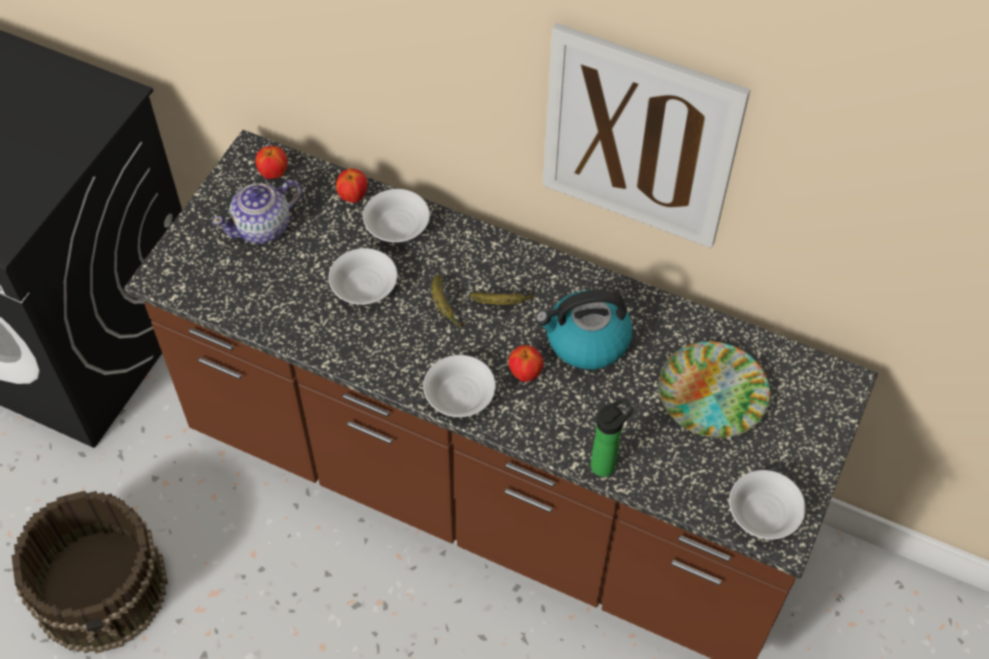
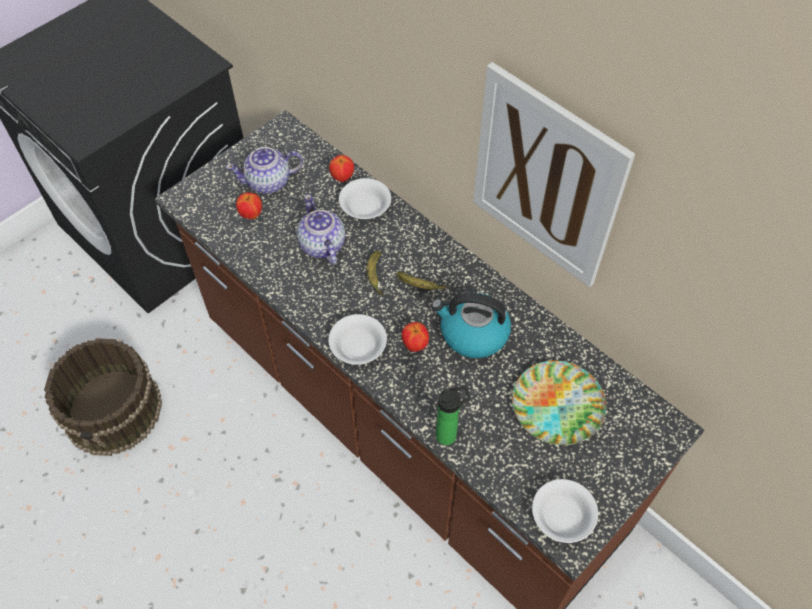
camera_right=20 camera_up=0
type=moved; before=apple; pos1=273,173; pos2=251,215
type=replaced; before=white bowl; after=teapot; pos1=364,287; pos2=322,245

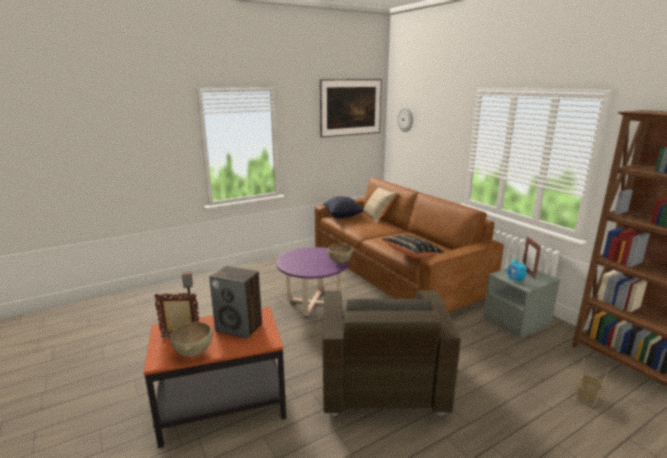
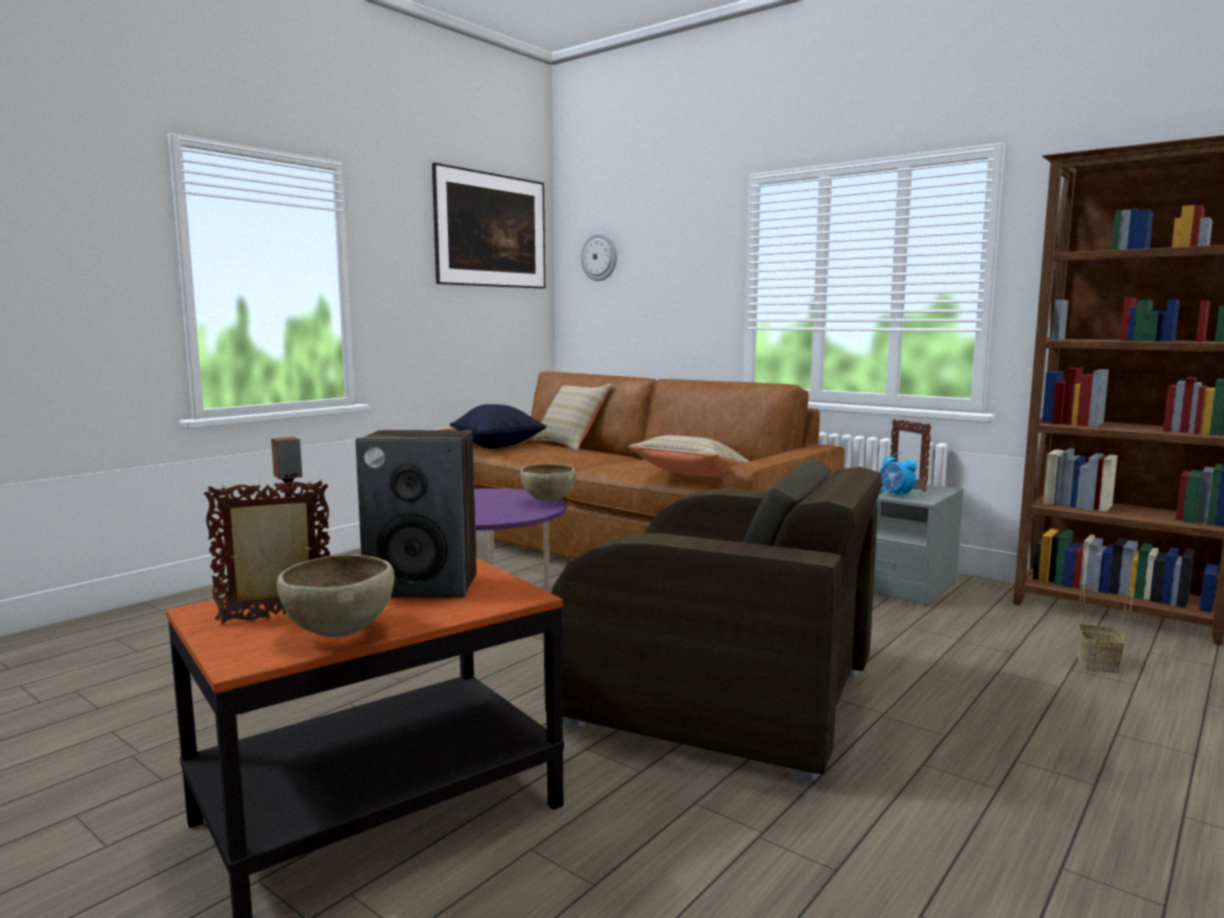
camera_right=-20 camera_up=-10
type=turned; before=brown armchair; pos1=380,378; pos2=721,700; turn=-45
type=recoloured; before=black pillow; after=beige pillow; pos1=412,255; pos2=692,477

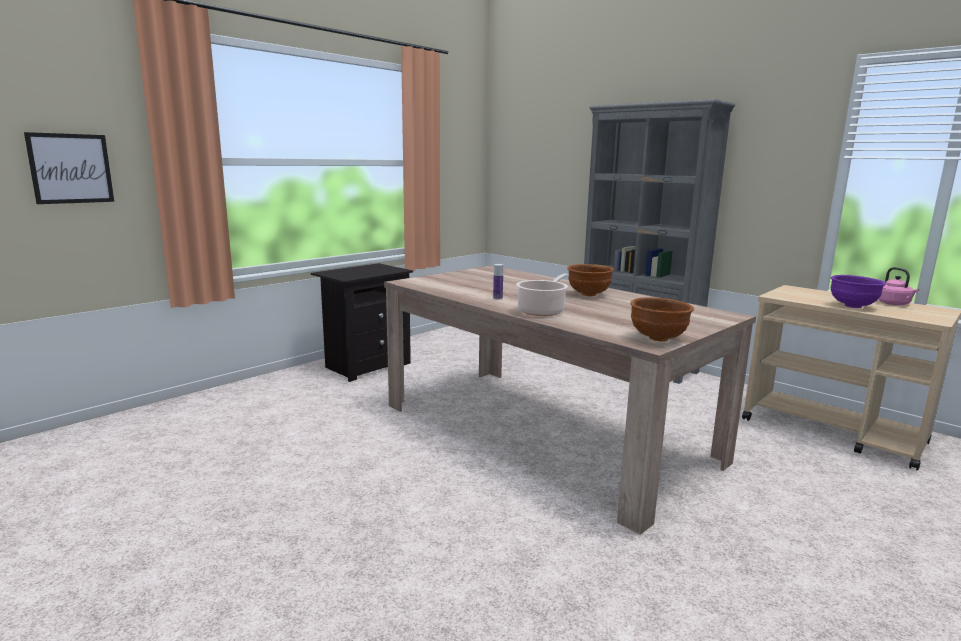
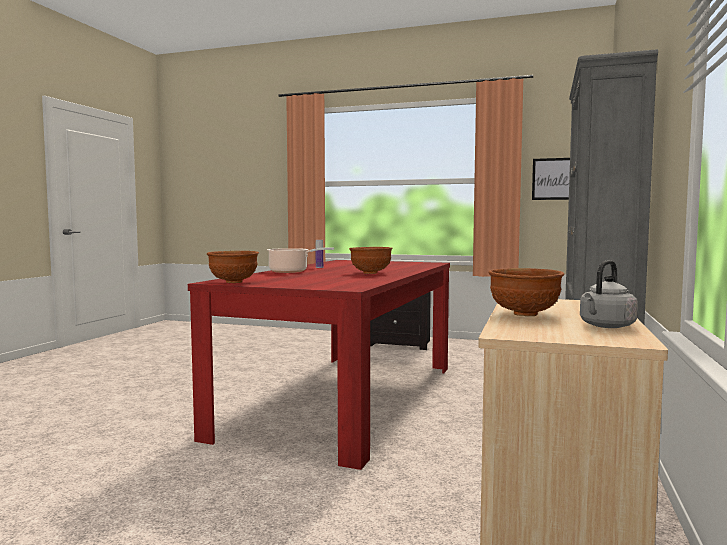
camera_right=65 camera_up=-10
type=moved; before=picture; pos1=71,168; pos2=553,179
type=recoloured; before=beige dining table; after=red dining table; pos1=544,432; pos2=345,398
type=recoloured; before=purple bowl; after=brown bowl; pos1=853,306; pos2=524,314
type=recoloured; before=pink kettle; after=grey kettle; pos1=894,304; pos2=605,326

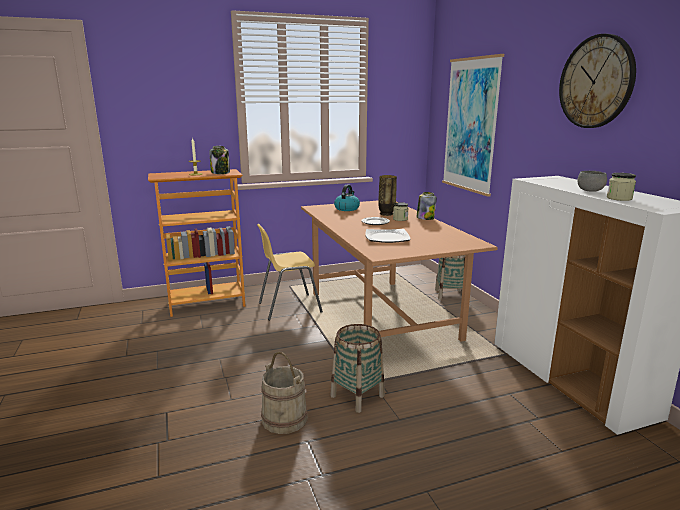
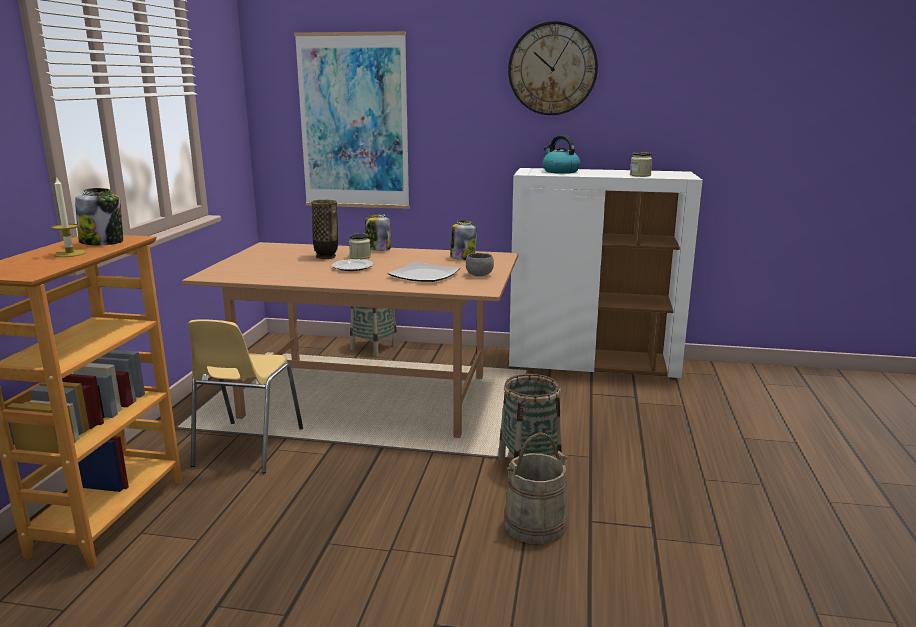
camera_right=-60 camera_up=0
type=moved; before=kettle; pos1=347,208; pos2=560,171
type=moved; before=grey bowl; pos1=590,191; pos2=479,275
type=added; after=jar; pos2=462,258

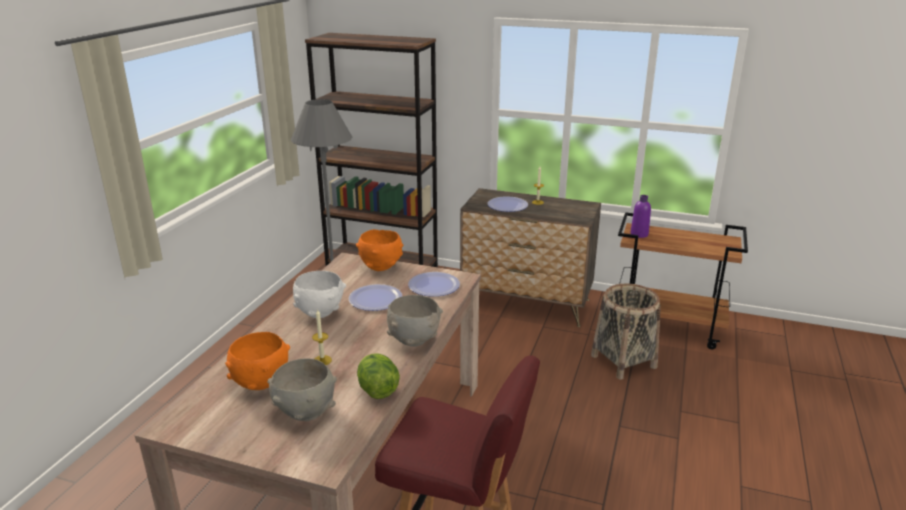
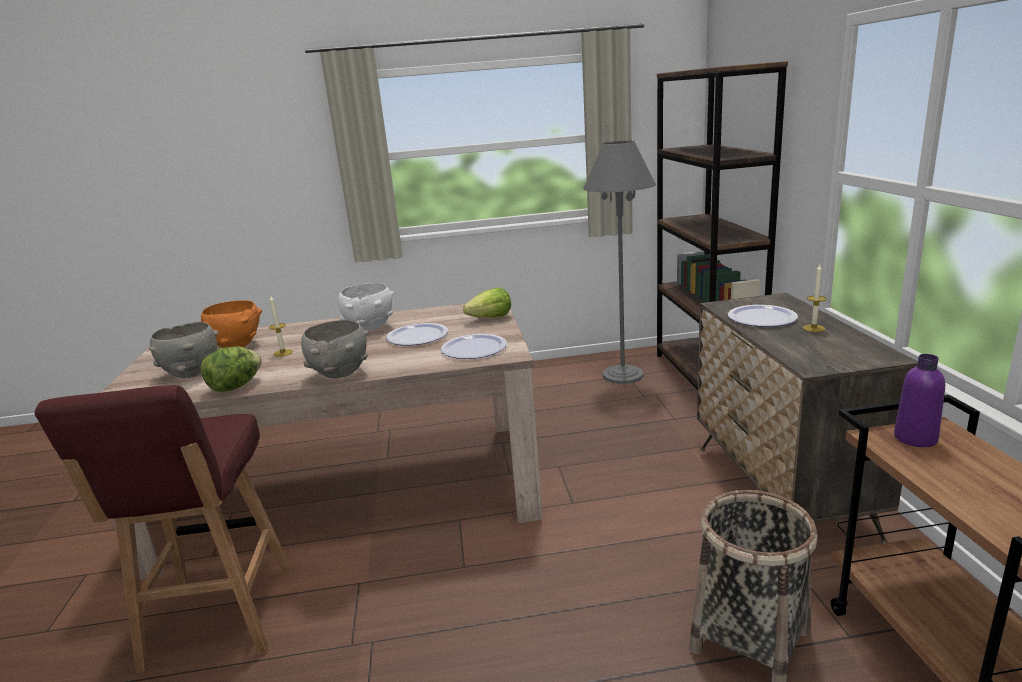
camera_right=65 camera_up=-5
type=replaced; before=orange bowl; after=lettuce; pos1=381,267; pos2=491,318

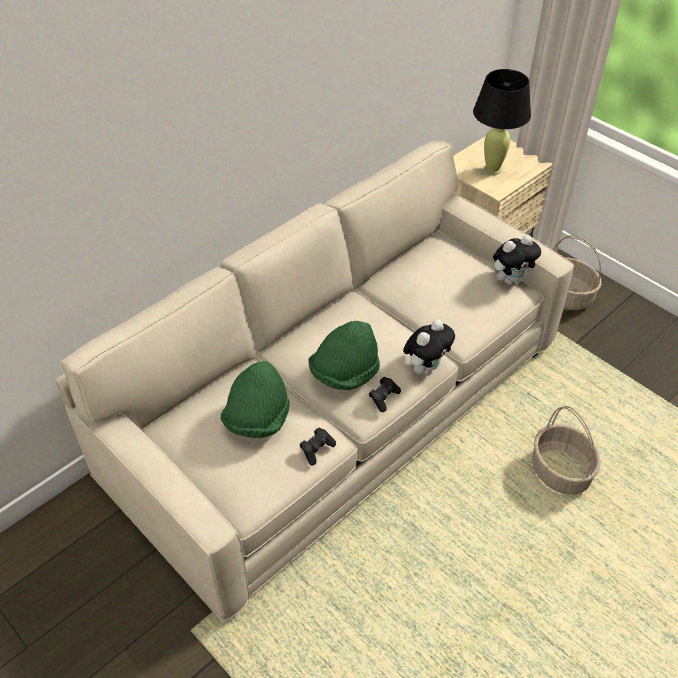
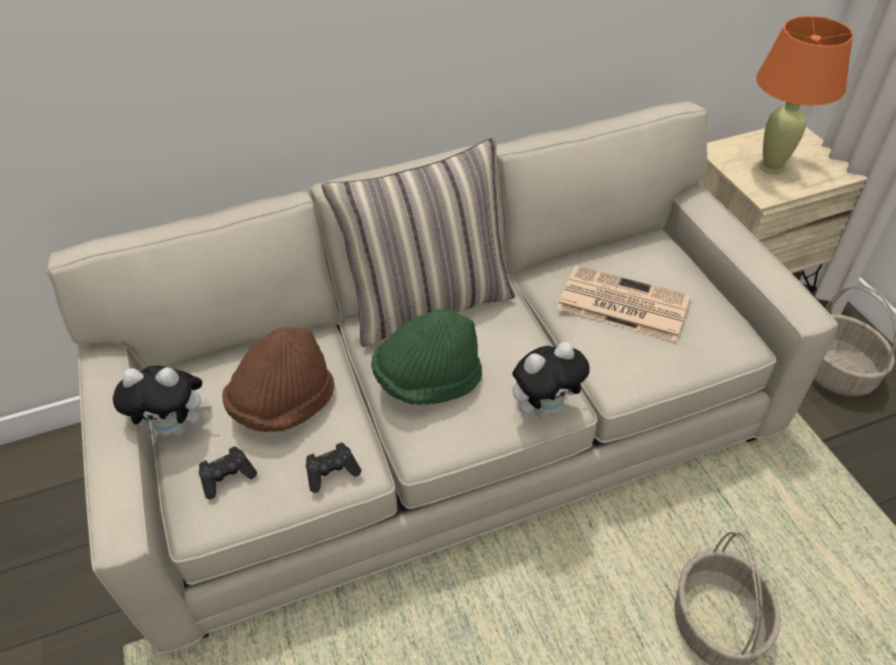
camera_right=25 camera_up=0
type=recoloured; before=green hat; after=brown hat; pos1=258,419; pos2=284,404
type=moved; before=black game controller; pos1=384,398; pos2=228,477
type=recoloured; before=black table lamp; after=orange table lamp; pos1=492,169; pos2=772,167
type=moved; before=plush toy; pos1=511,280; pos2=178,427
type=added; after=pillow; pos2=430,303
type=added; after=newspaper; pos2=621,304

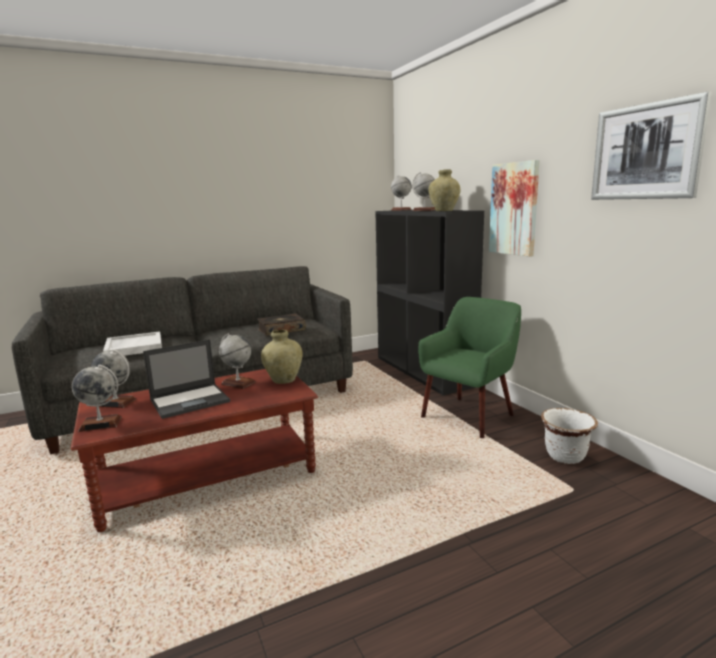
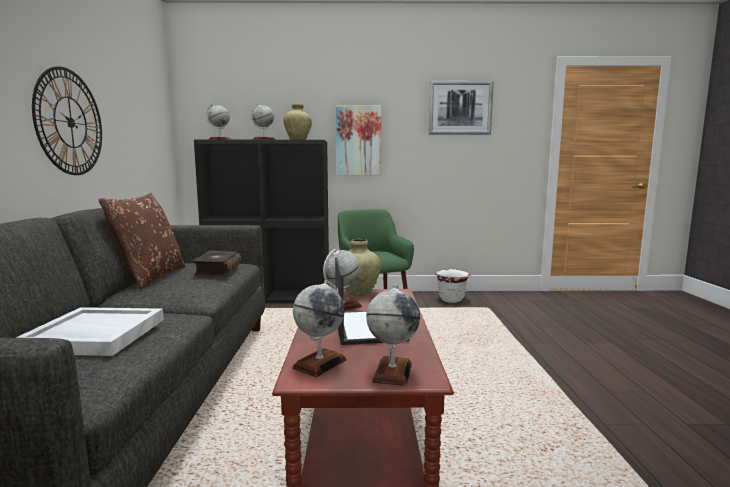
camera_right=-65 camera_up=-5
type=added; after=wall clock; pos2=70,122
type=added; after=brown pillow; pos2=150,277

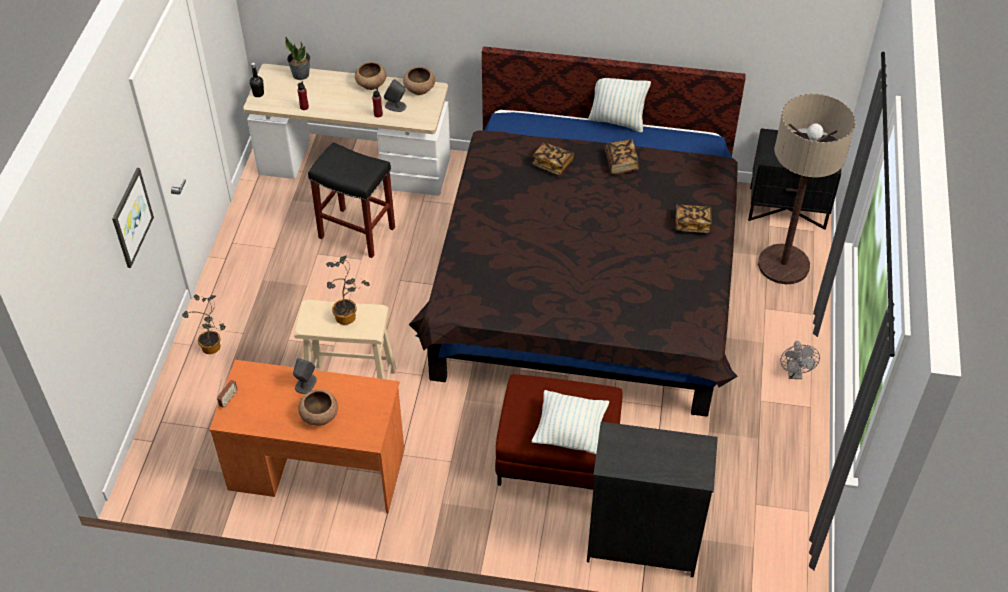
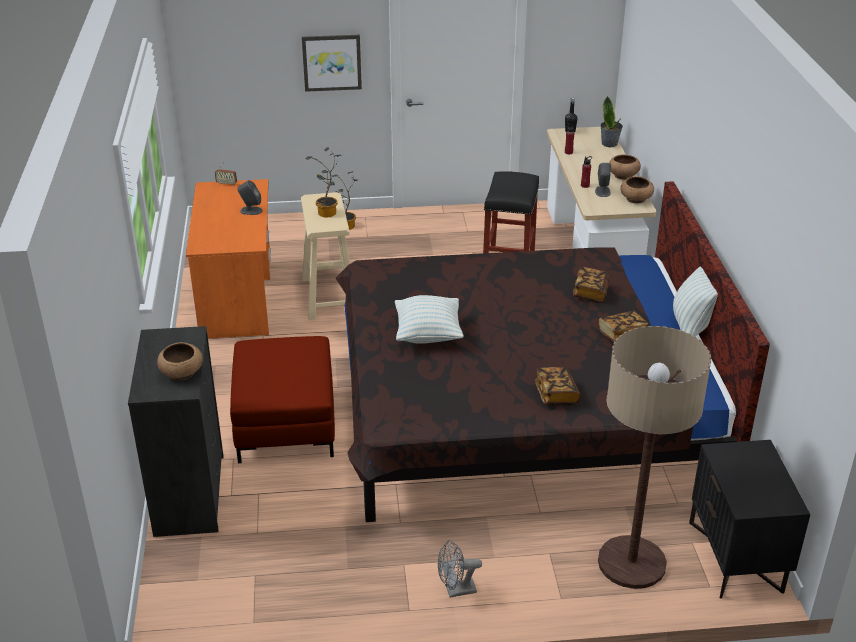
camera_right=75 camera_up=-15
type=moved; before=brown bowl; pos1=320,415; pos2=182,373
type=moved; before=pillow; pos1=570,432; pos2=428,334

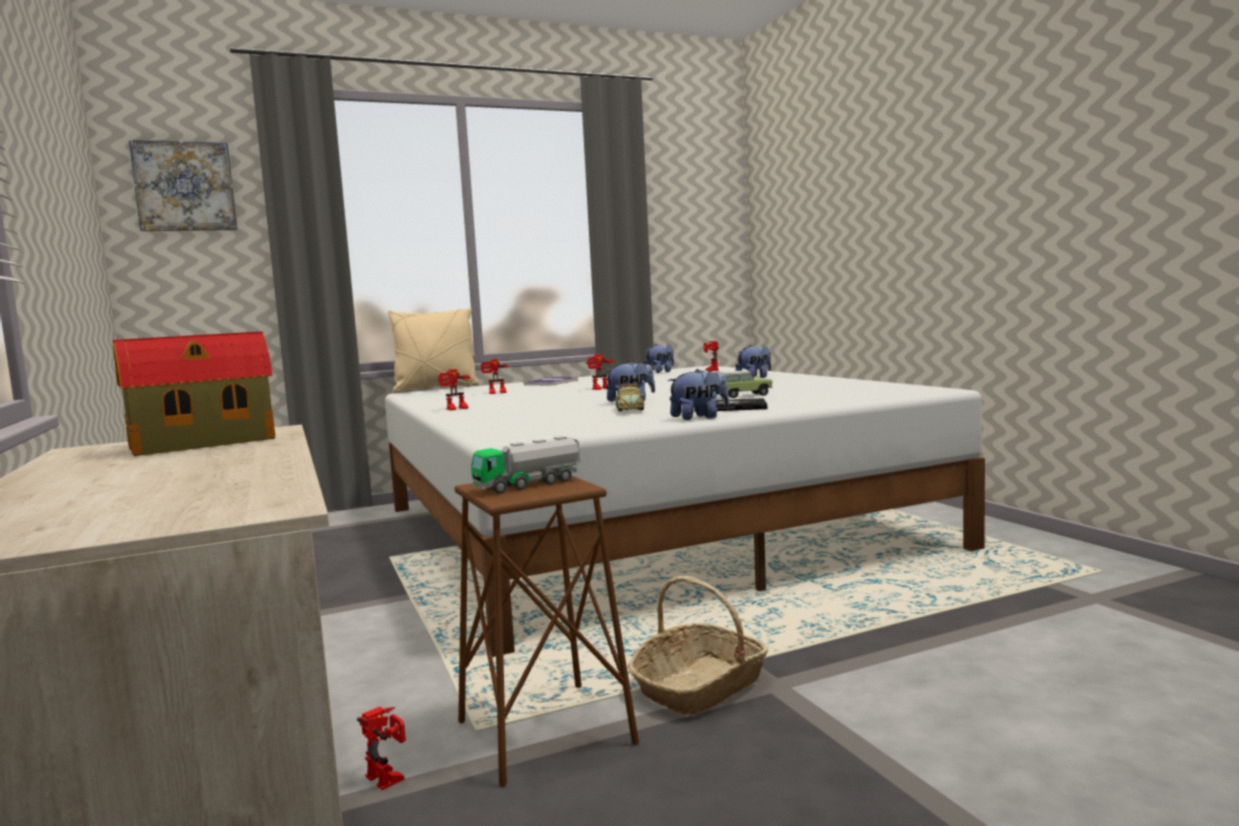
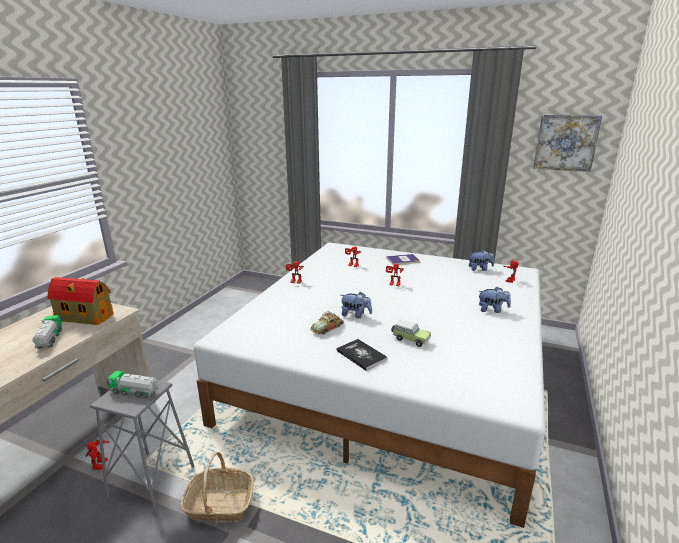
camera_right=45 camera_up=15
type=moved; before=picture; pos1=185,186; pos2=565,142
type=removed; before=beige pillow; pos1=436,389
type=recoloured; before=brown stool; after=grey stool; pos1=545,732; pos2=151,482
type=removed; before=plush toy; pos1=699,418
type=added; after=toy truck; pos2=50,339

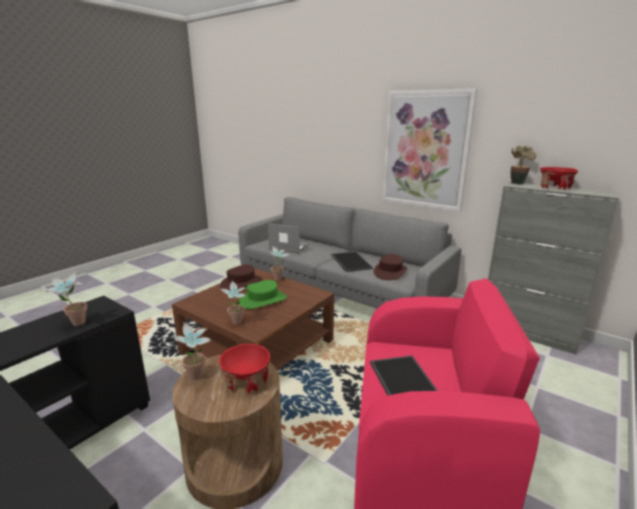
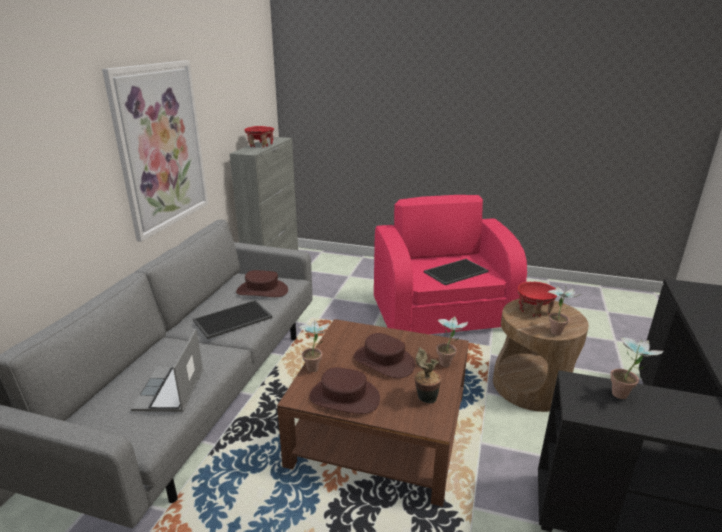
camera_right=-110 camera_up=5
type=recoloured; before=green hat; after=brown hat; pos1=263,300; pos2=384,361
type=moved; before=potted plant; pos1=517,183; pos2=425,398

